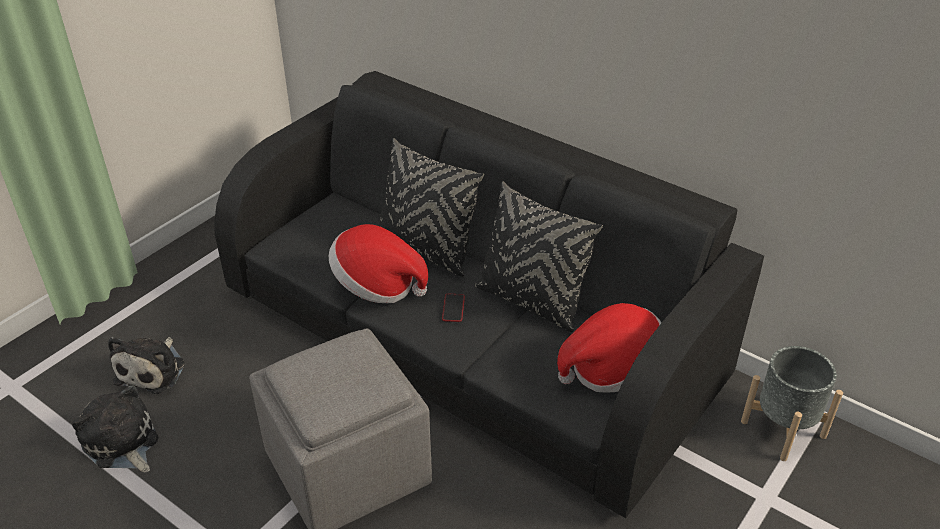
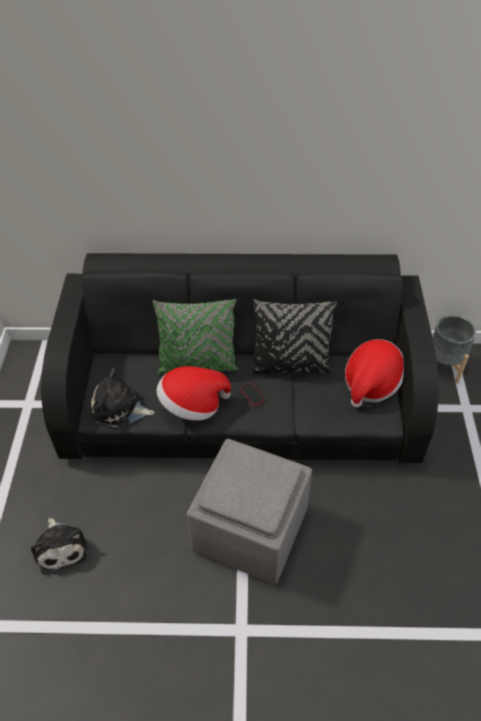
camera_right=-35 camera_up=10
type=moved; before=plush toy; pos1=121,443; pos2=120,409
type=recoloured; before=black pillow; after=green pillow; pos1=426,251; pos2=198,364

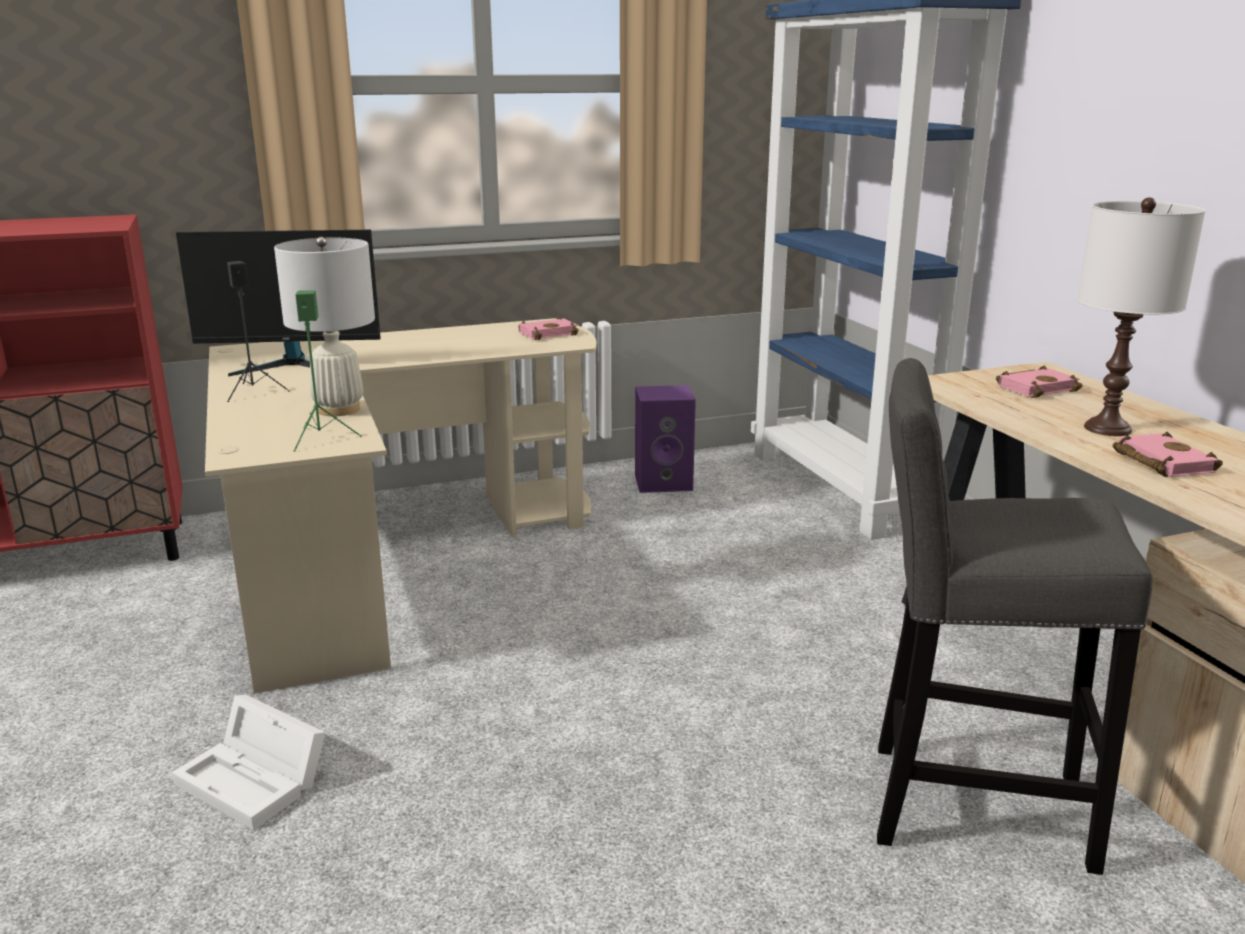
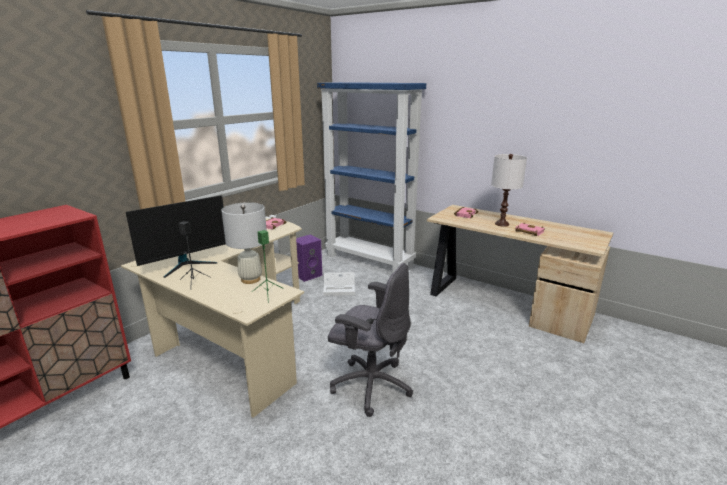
camera_right=-35 camera_up=0
type=moved; before=white storage box; pos1=256,780; pos2=340,289
type=removed; before=grey stool; pos1=964,804
type=added; after=grey office chair; pos2=370,385

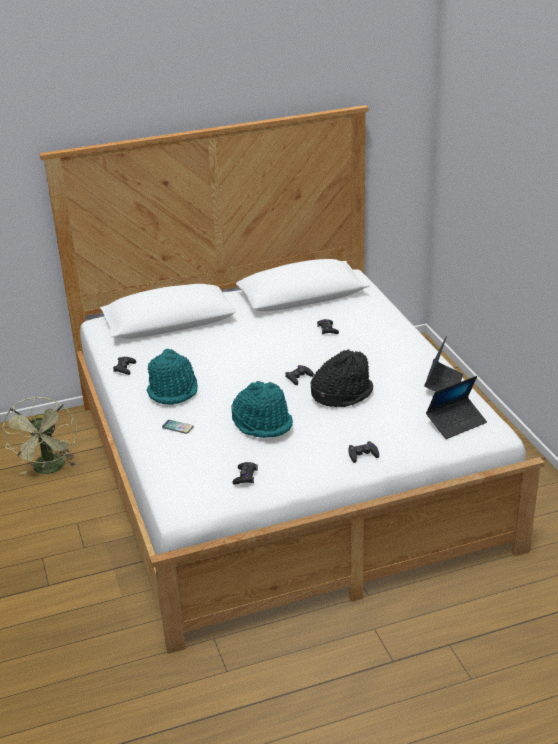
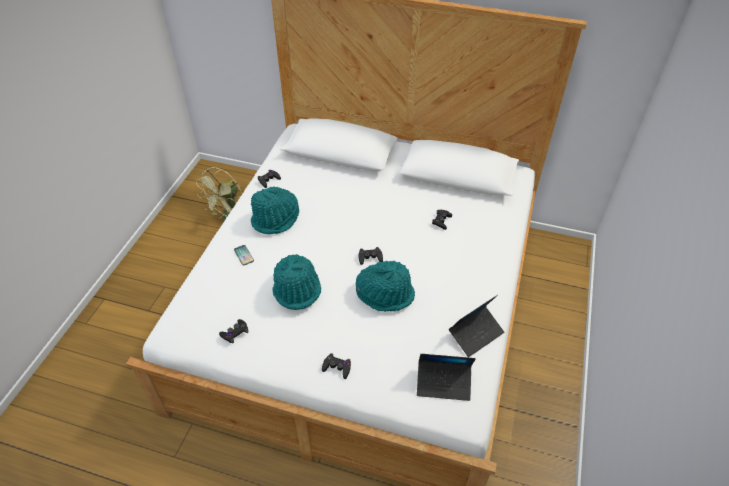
camera_right=35 camera_up=15
type=recoloured; before=black hat; after=turquoise hat; pos1=341,393; pos2=385,293

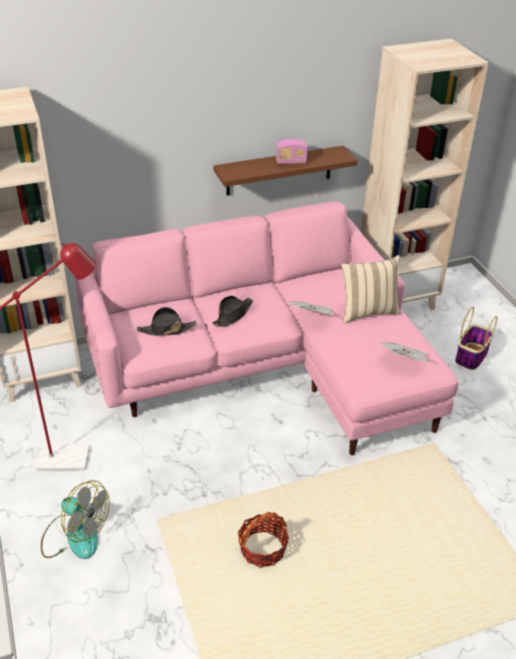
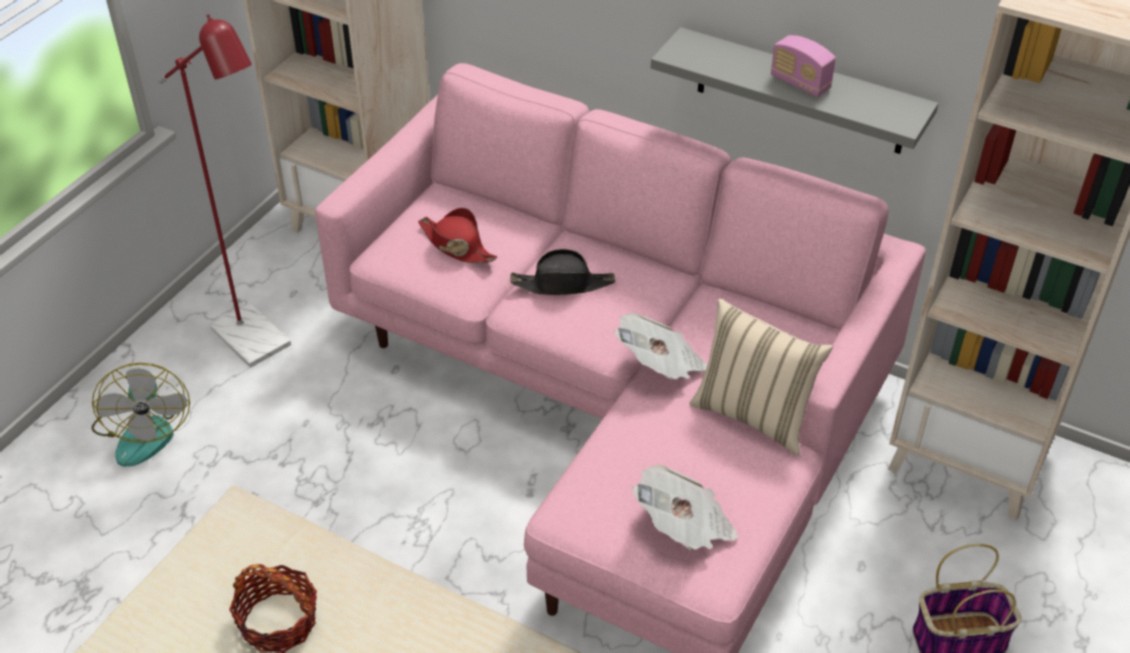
camera_right=50 camera_up=5
type=recoloured; before=black hat; after=red hat; pos1=166,329; pos2=456,245
type=recoloured; before=brown shelf; after=grey shelf; pos1=279,171; pos2=800,92

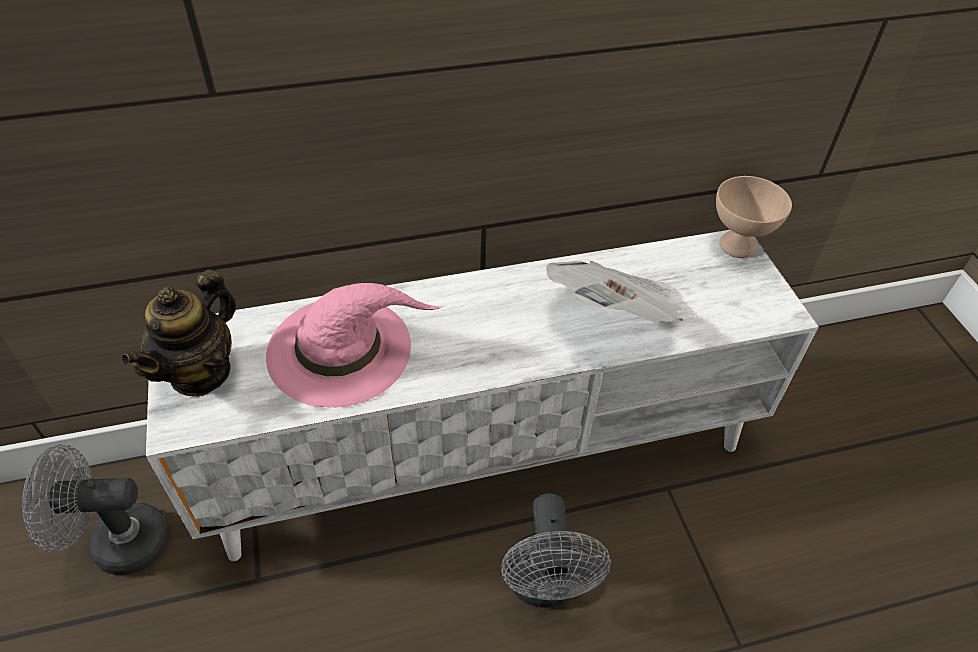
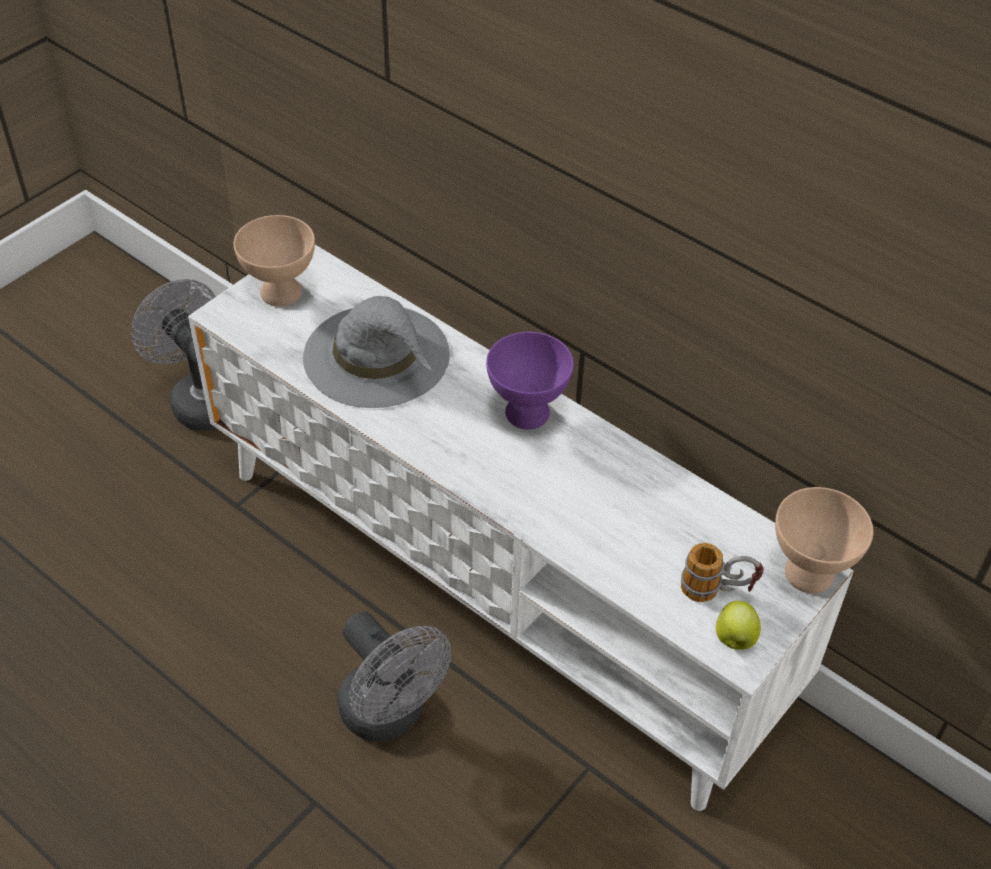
camera_right=55 camera_up=0
type=replaced; before=teapot; after=beige bowl; pos1=200,372; pos2=282,293
type=recoloured; before=pink hat; after=grey hat; pos1=342,349; pos2=378,356
type=turned; before=grey fan; pos1=545,586; pos2=390,715; turn=-90
type=removed; before=newspaper; pos1=615,315
type=added; after=purple bowl; pos2=526,414
type=added; after=mug; pos2=717,591
type=added; after=apple; pos2=734,639

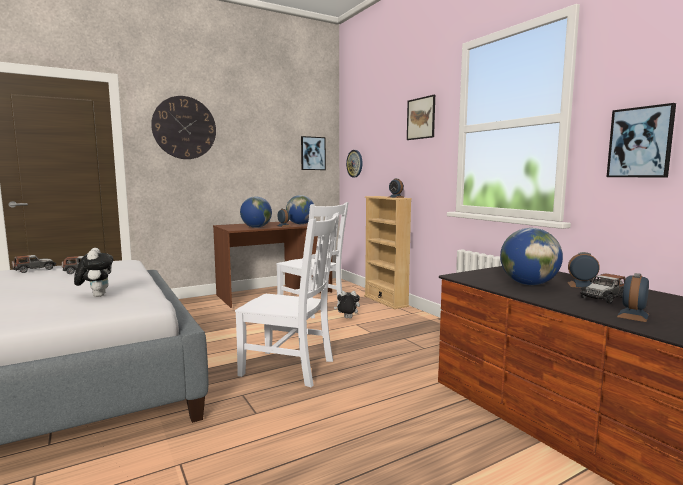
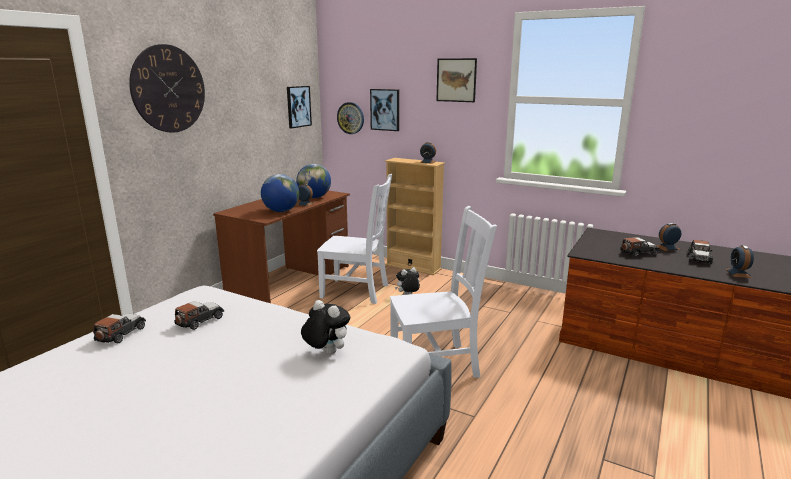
camera_right=-30 camera_up=10
type=replaced; before=globe; after=toy car; pos1=528,284; pos2=638,253
type=moved; before=picture; pos1=640,142; pos2=385,109

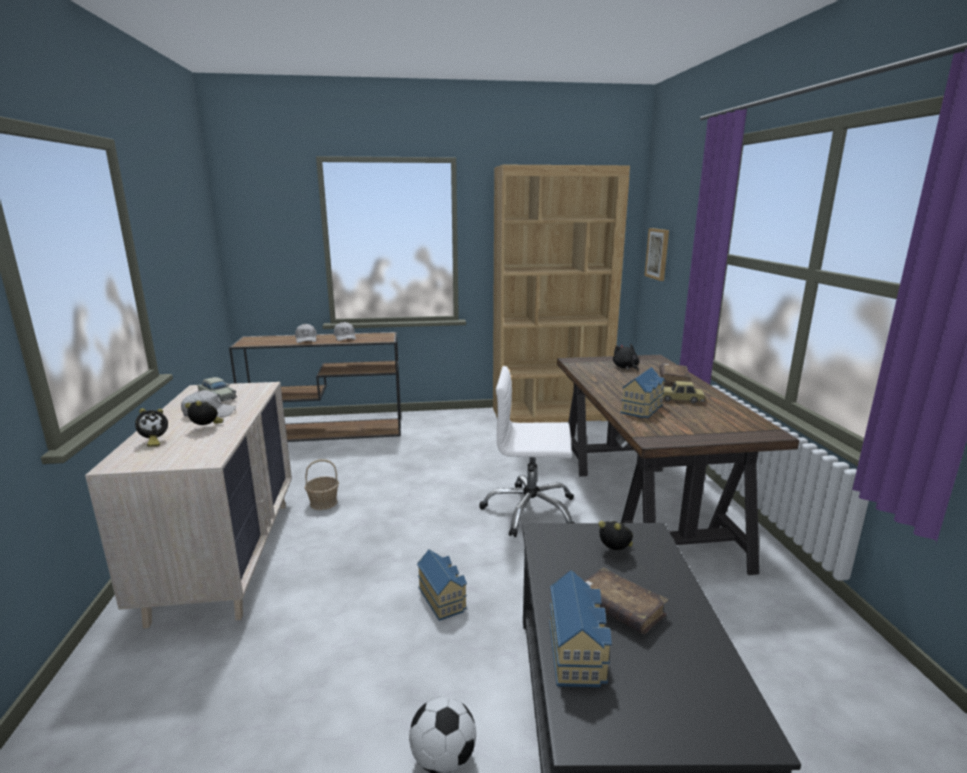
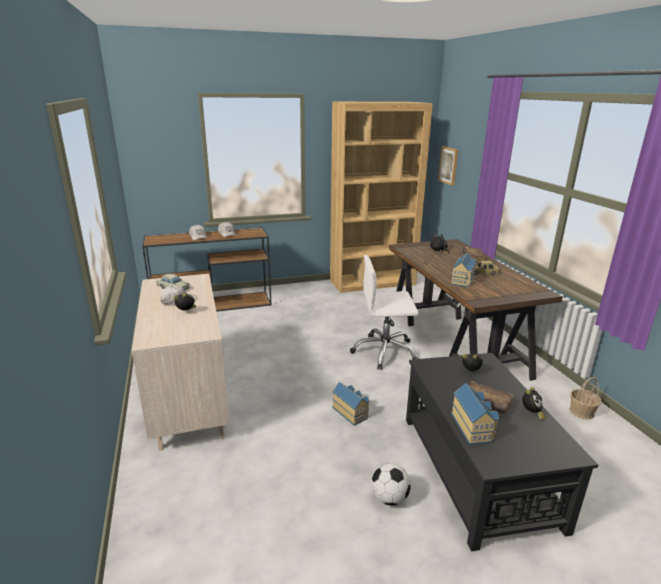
camera_right=-10 camera_up=5
type=moved; before=alarm clock; pos1=154,442; pos2=531,413
type=moved; before=basket; pos1=323,503; pos2=581,412

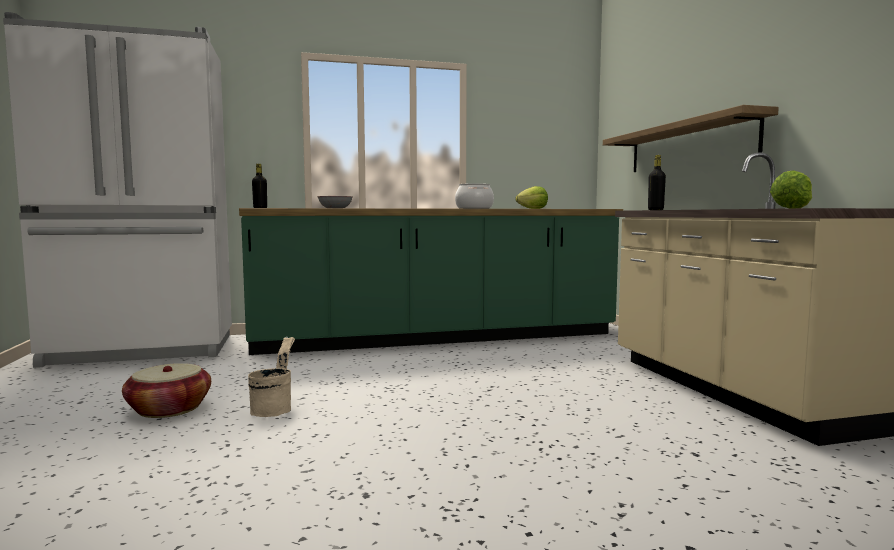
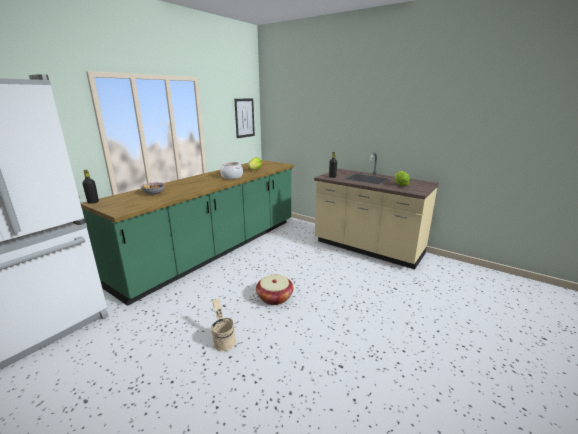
camera_right=-40 camera_up=15
type=moved; before=basket; pos1=169,409; pos2=274,297
type=removed; before=shelf; pos1=688,146
type=added; after=picture; pos2=244,118

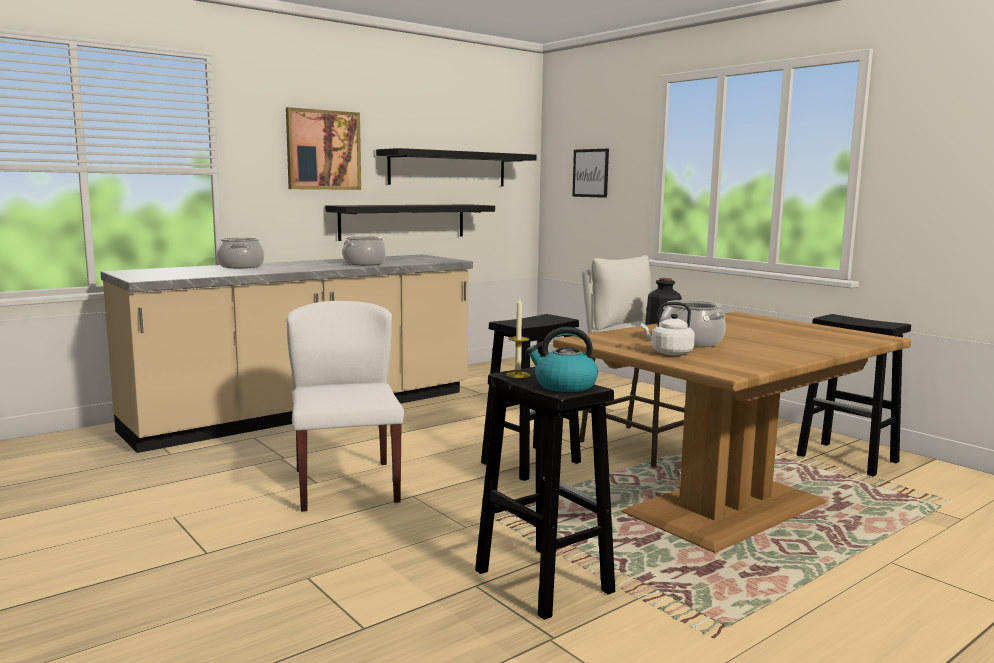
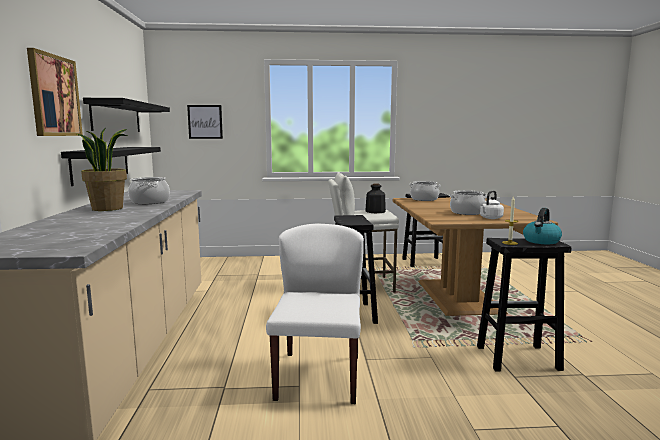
camera_right=-55 camera_up=0
type=moved; before=cooking pot; pos1=240,266; pos2=424,199
type=turned; before=white chair; pos1=346,485; pos2=318,376; turn=75
type=added; after=potted plant; pos2=108,208

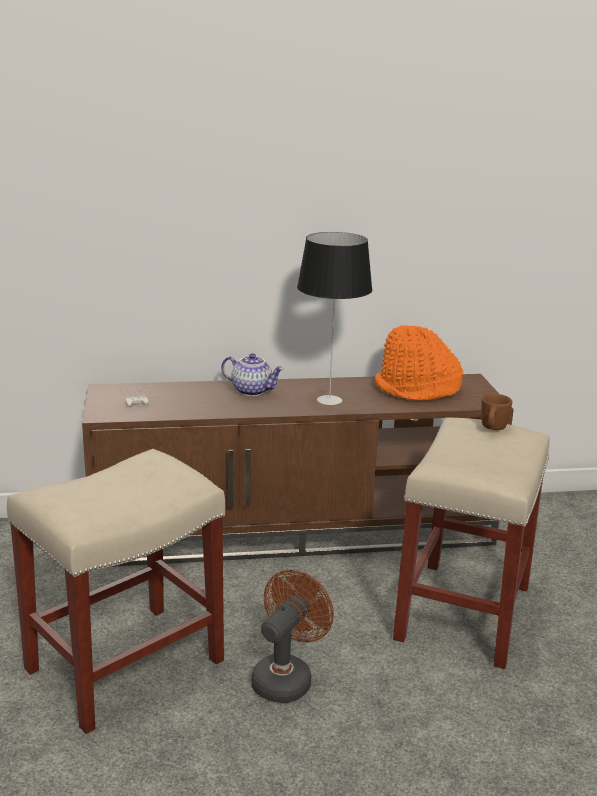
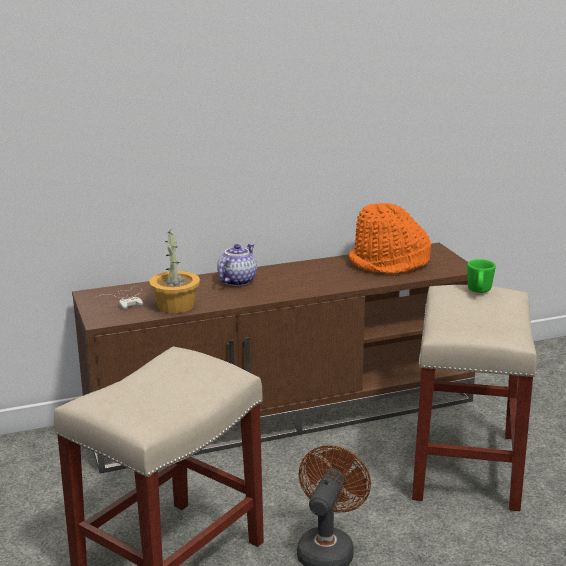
camera_right=-10 camera_up=0
type=turned; before=teapot; pos1=252,391; pos2=236,281; turn=-75
type=removed; before=table lamp; pos1=330,400
type=recoloured; before=brown mug; after=green mug; pos1=492,428; pos2=479,291
type=added; after=potted plant; pos2=176,306

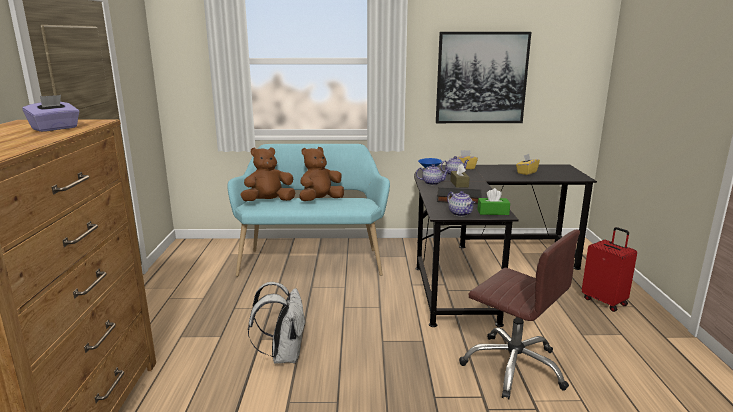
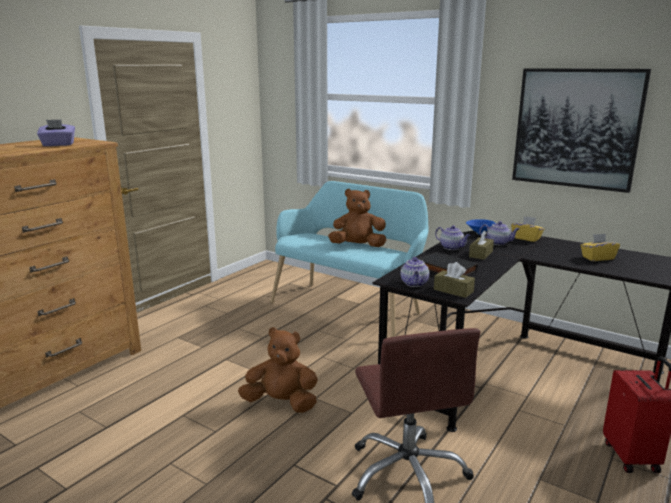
camera_right=35 camera_up=0
type=moved; before=brown plush toy; pos1=268,202; pos2=281,403
type=removed; before=white backpack; pos1=283,355
type=recoloured; before=green tissue box; after=brown tissue box; pos1=493,212; pos2=453,290

